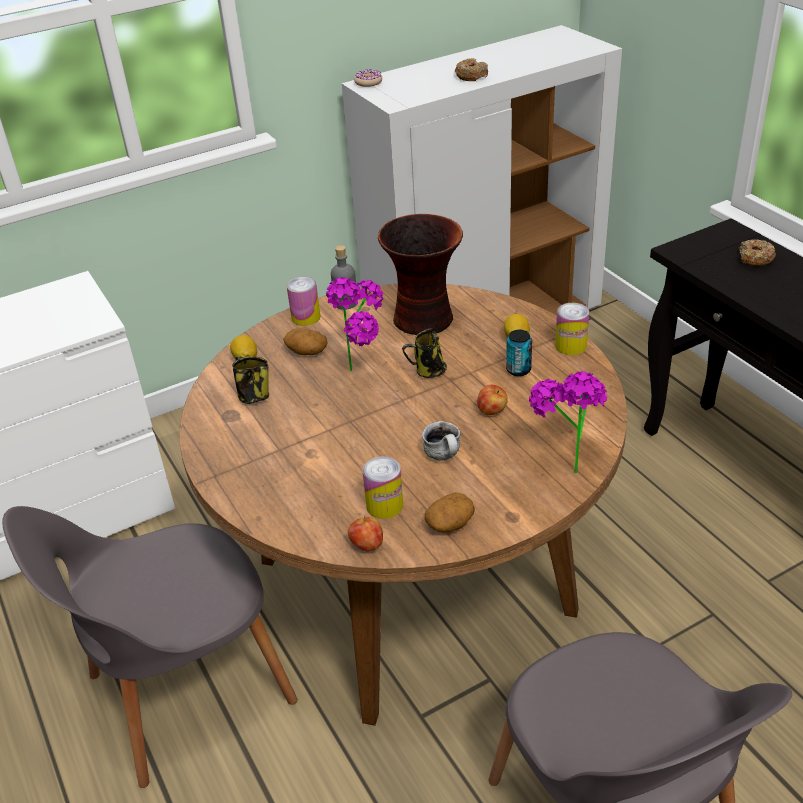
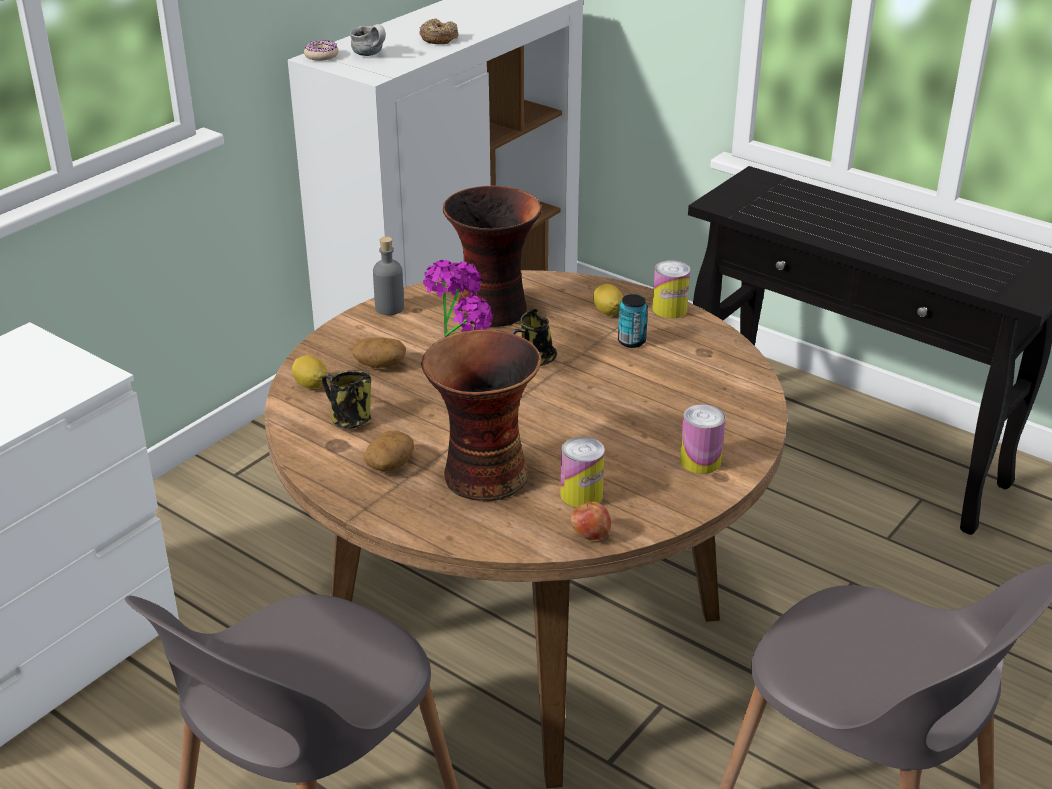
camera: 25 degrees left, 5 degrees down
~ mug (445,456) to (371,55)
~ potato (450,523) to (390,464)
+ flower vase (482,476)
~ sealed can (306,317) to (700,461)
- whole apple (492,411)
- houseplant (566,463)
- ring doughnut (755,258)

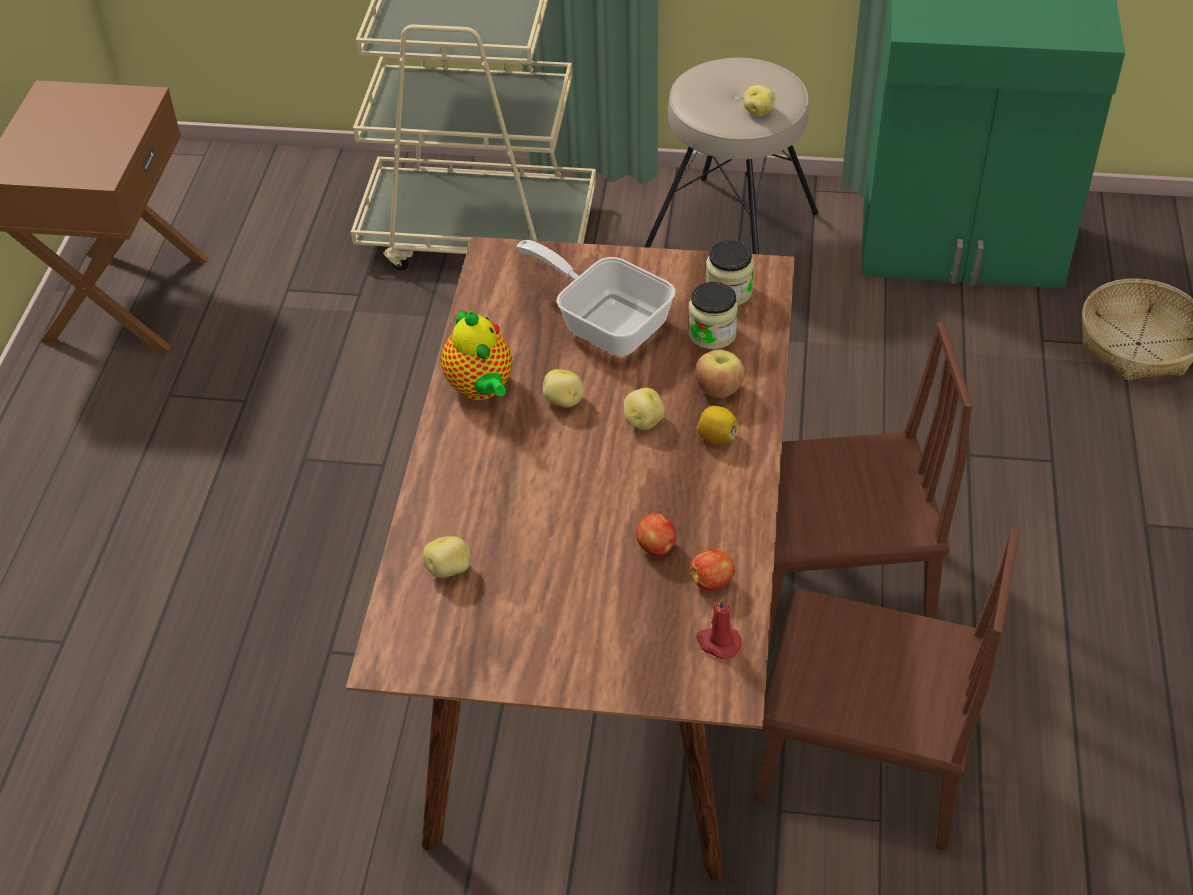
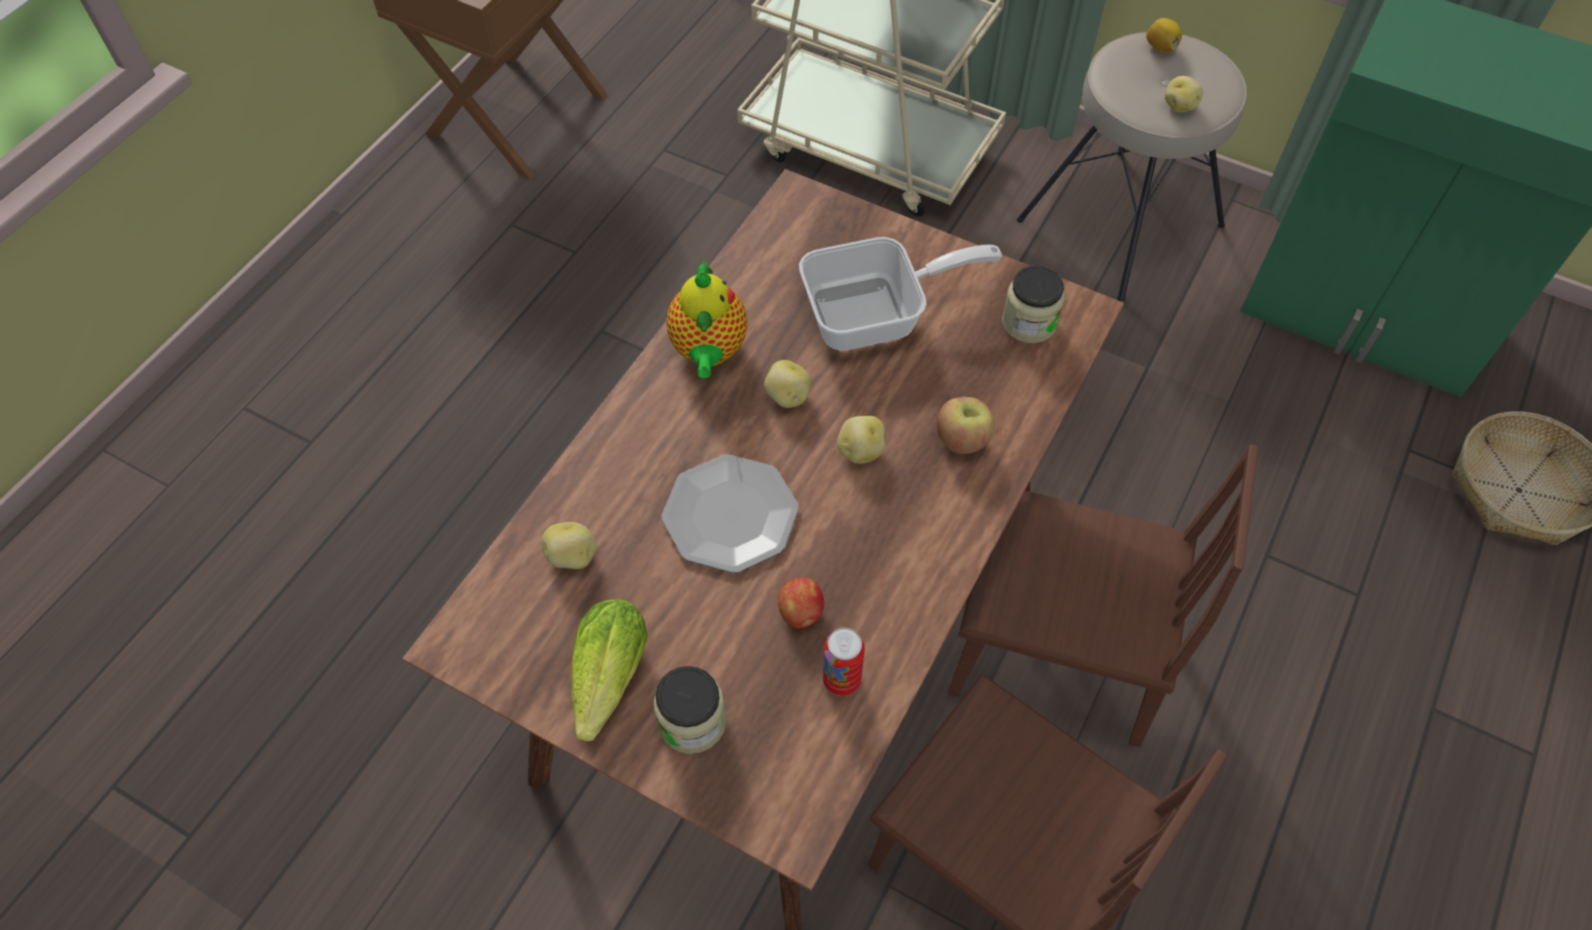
camera: 20 degrees right, 10 degrees up
+ lettuce (606,684)
~ storage jar (712,334) to (692,722)
+ flat dish (730,515)
~ frying pan (605,321) = (877,315) 105 degrees clockwise
~ whole apple (712,581) to sealed can (841,680)
~ lemon (716,437) to (1160,47)
- wax candle (reddish) (718,642)

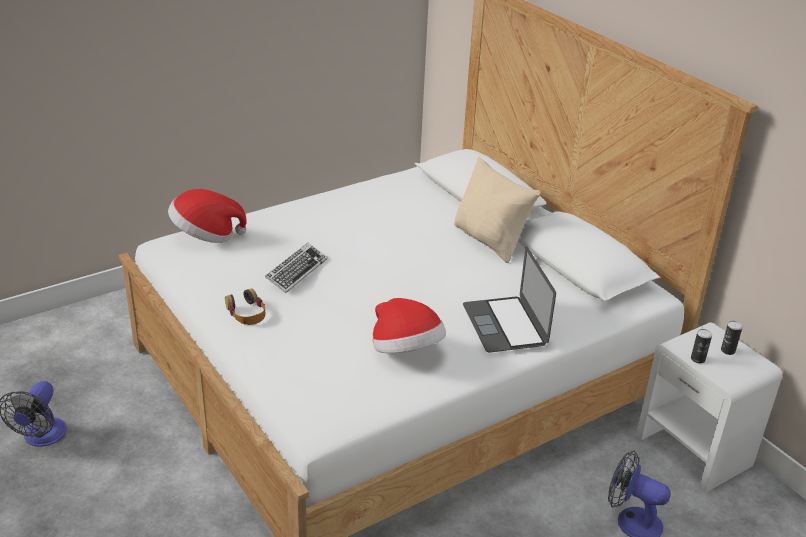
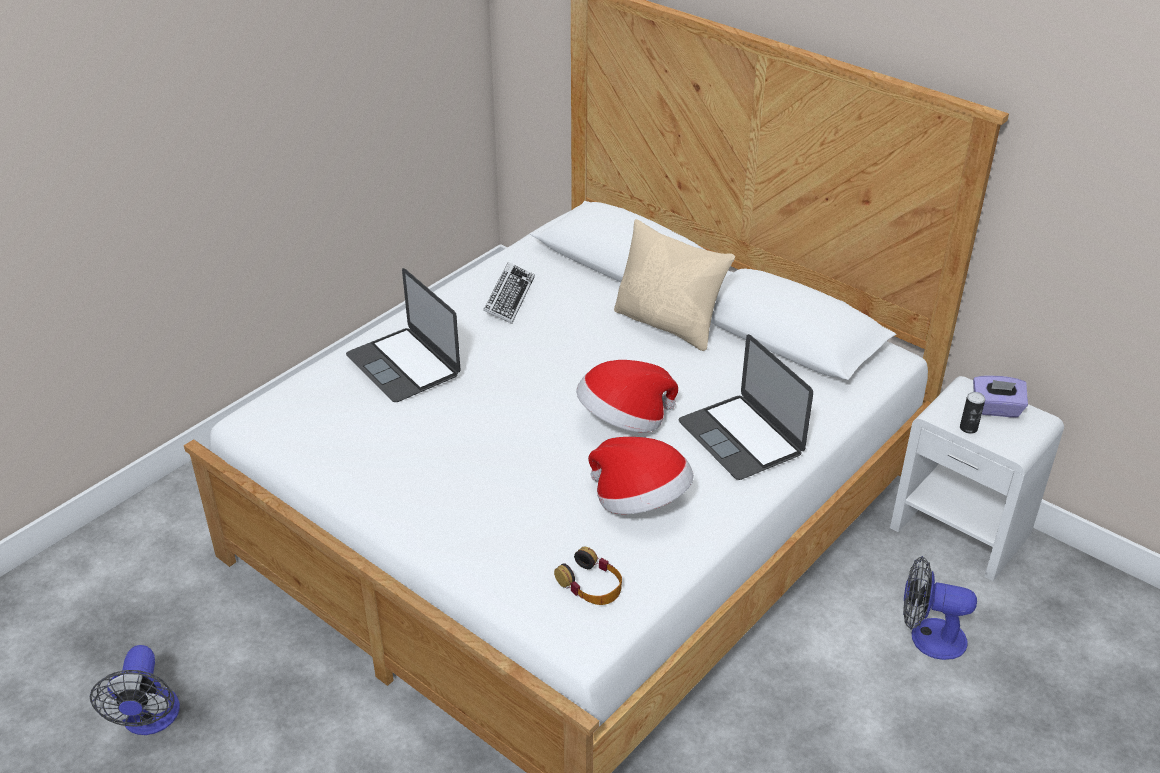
camera: 15 degrees left, 5 degrees up
+ portable computer (403,365)
~ PC keyboard (296,271) to (509,297)
~ pair of headphones (246,313) to (591,584)
~ clothing hat (206,236) to (624,421)
~ sealed can (728,350) to tissue box (purple-coloured) (996,409)

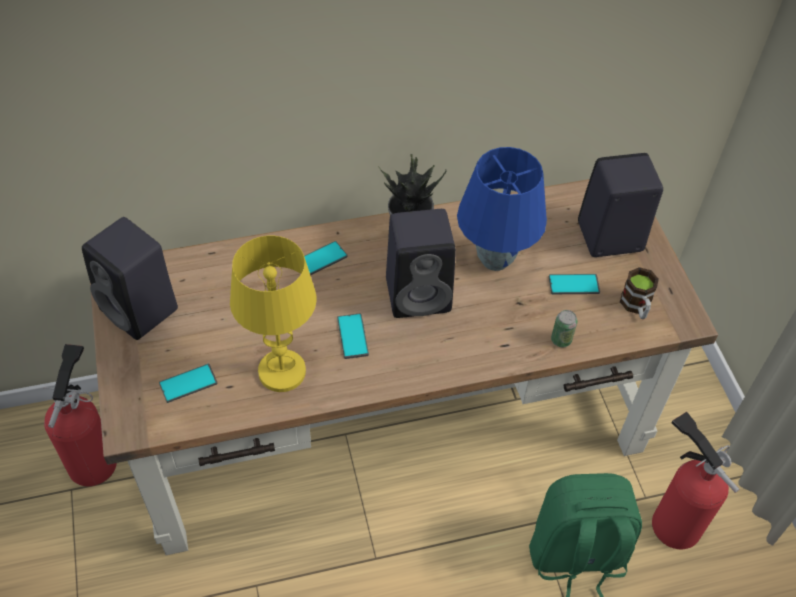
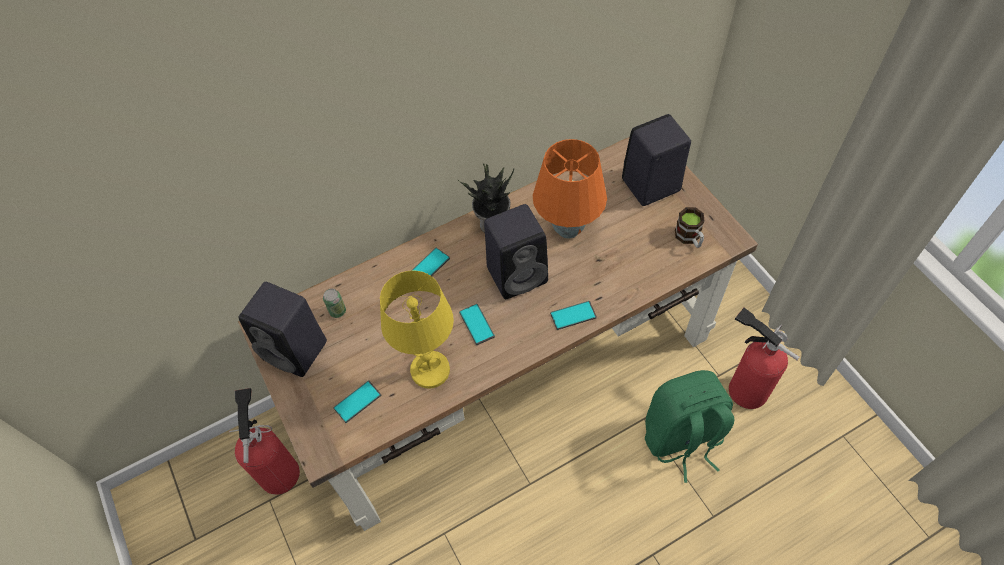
camera: 10 degrees left, 5 degrees up
~ sealed can (561,340) to (337,311)
~ lamp for a table (bluish) (494,259) to lamp for a table (orange-coloured) (567,228)
~ handset (573,284) to (573,315)

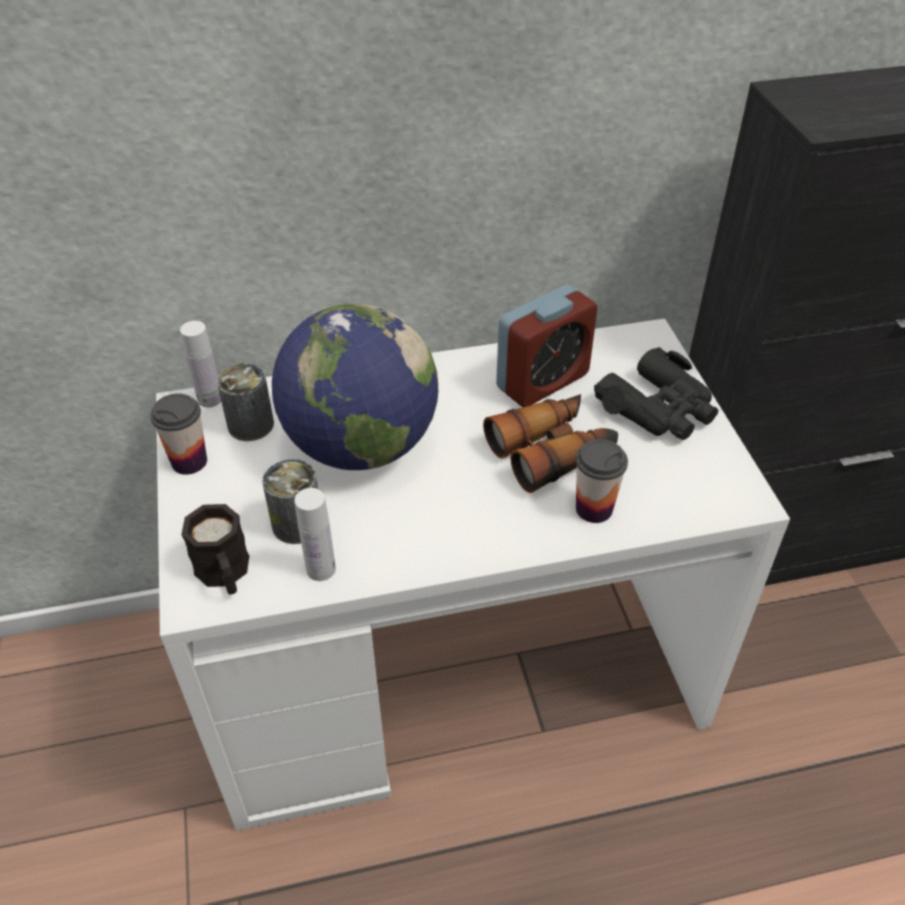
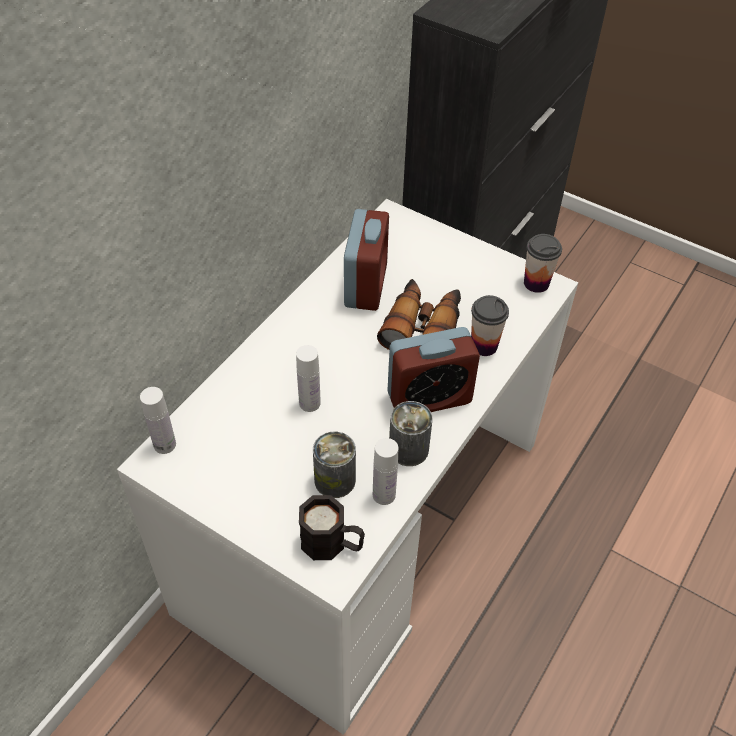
camera: 45 degrees left, 5 degrees up
~ globe (361,446) to beverage bottle (whitish) (309,403)
+ alarm clock (429,398)
~ sealed can (250,425) to (408,449)
~ cup (189,461) to (536,283)
- pair of binoculars (blackish) (659,408)

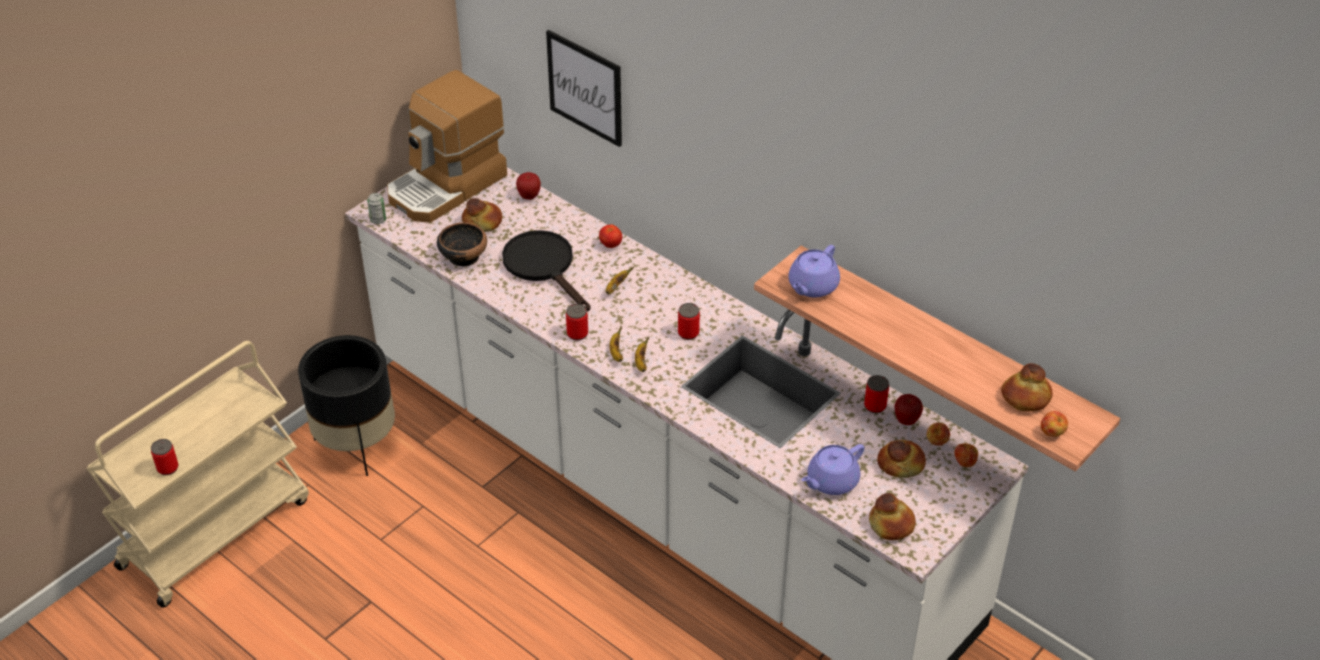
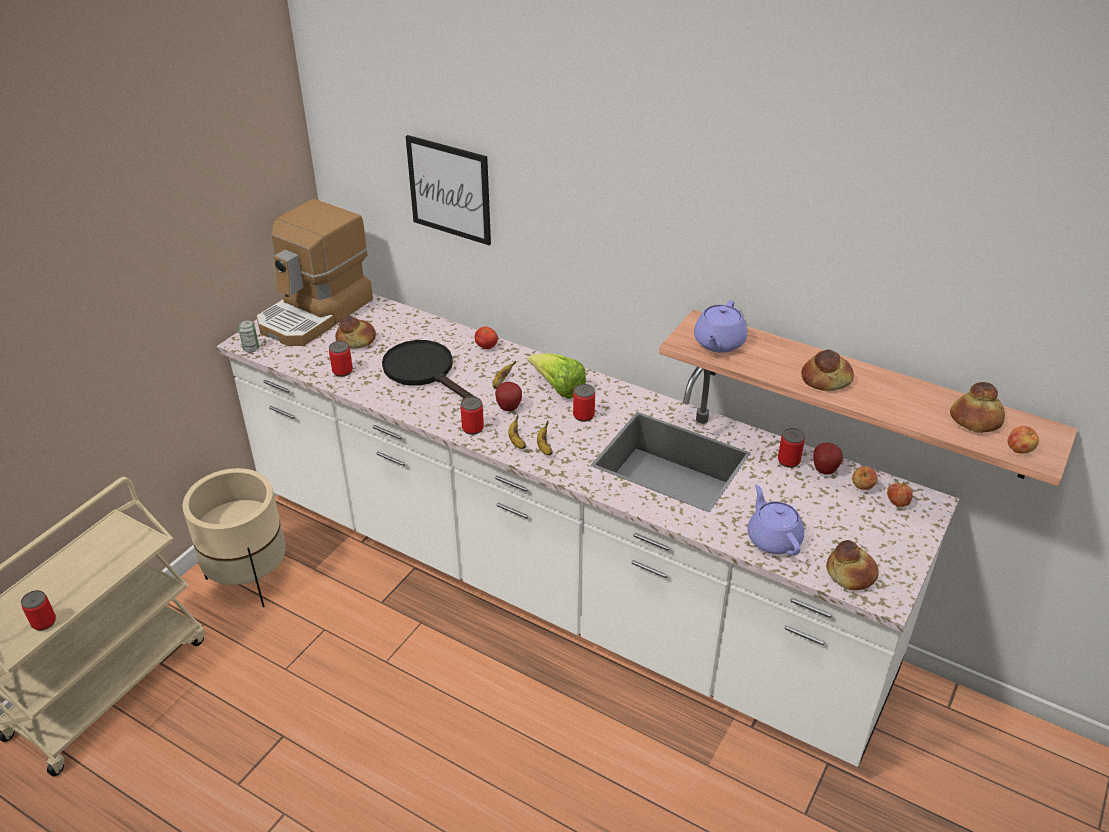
camera: 10 degrees left, 5 degrees down
~ planter (blackish) (356,444) to planter (beige) (249,578)
~ serving bowl (463,256) to sealed can (342,371)
~ whole apple (529,196) to (509,408)
+ lettuce (558,388)
~ tea pot (purple-coloured) (831,481) = (773,538) 120 degrees clockwise
~ bread (901,464) to (826,380)

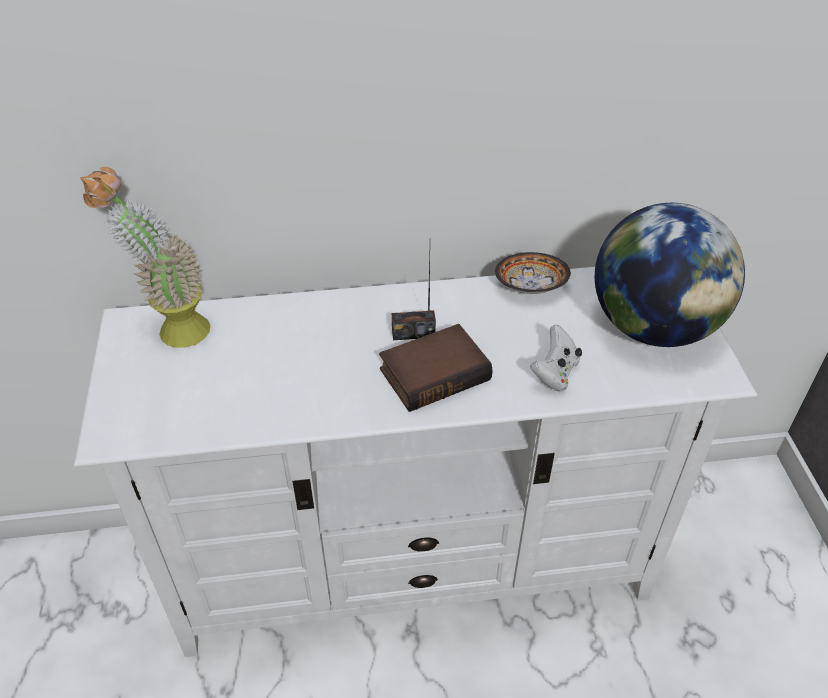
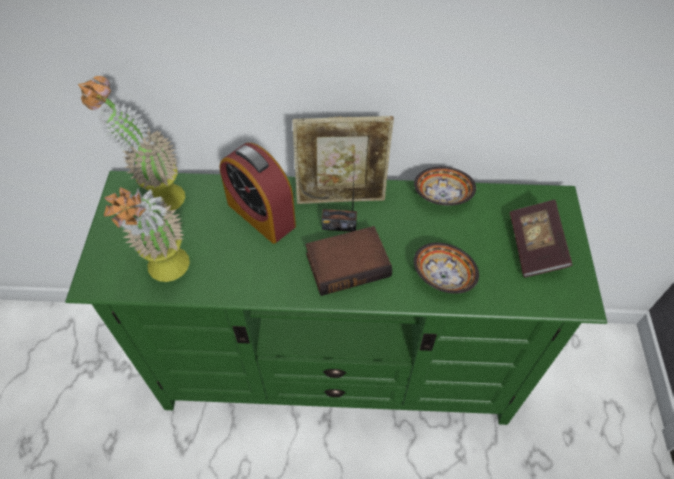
camera: 10 degrees right, 10 degrees up
~ tv stand (whitish) (415,565) to tv stand (greenish) (338,368)
+ houseplant (168,274)
+ alarm clock (261,214)
+ picture frame (341,198)
~ gamepad (whitish) (555,373) to serving bowl (443,278)
~ globe (653,327) to bound book (535,247)

